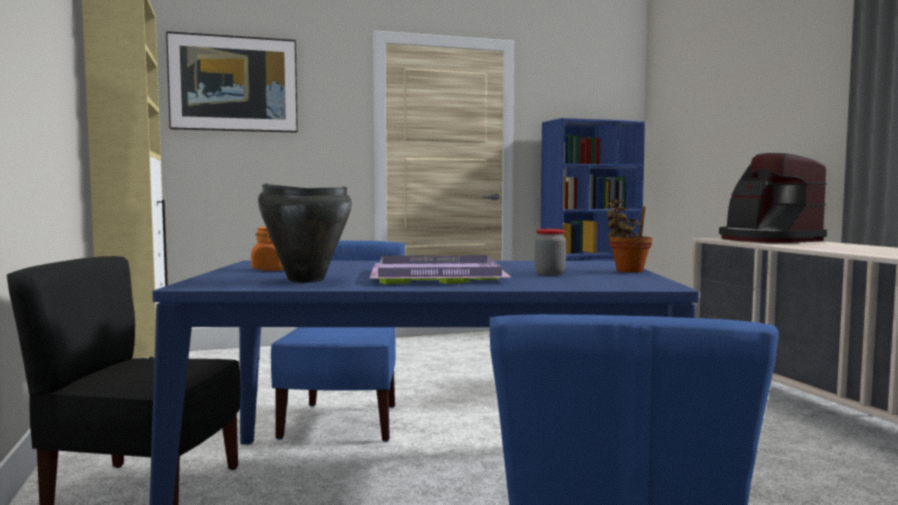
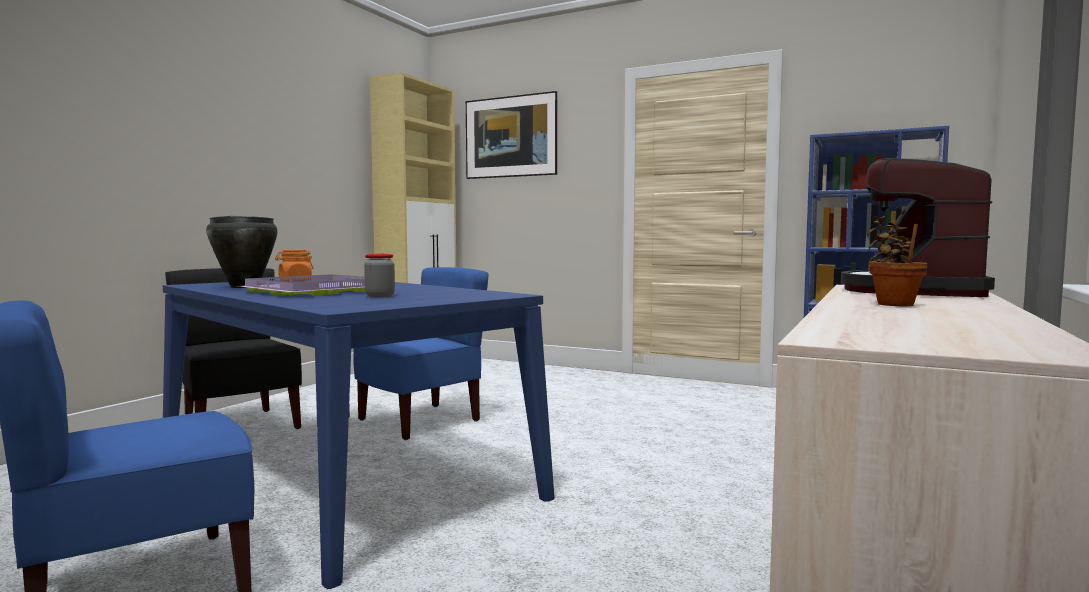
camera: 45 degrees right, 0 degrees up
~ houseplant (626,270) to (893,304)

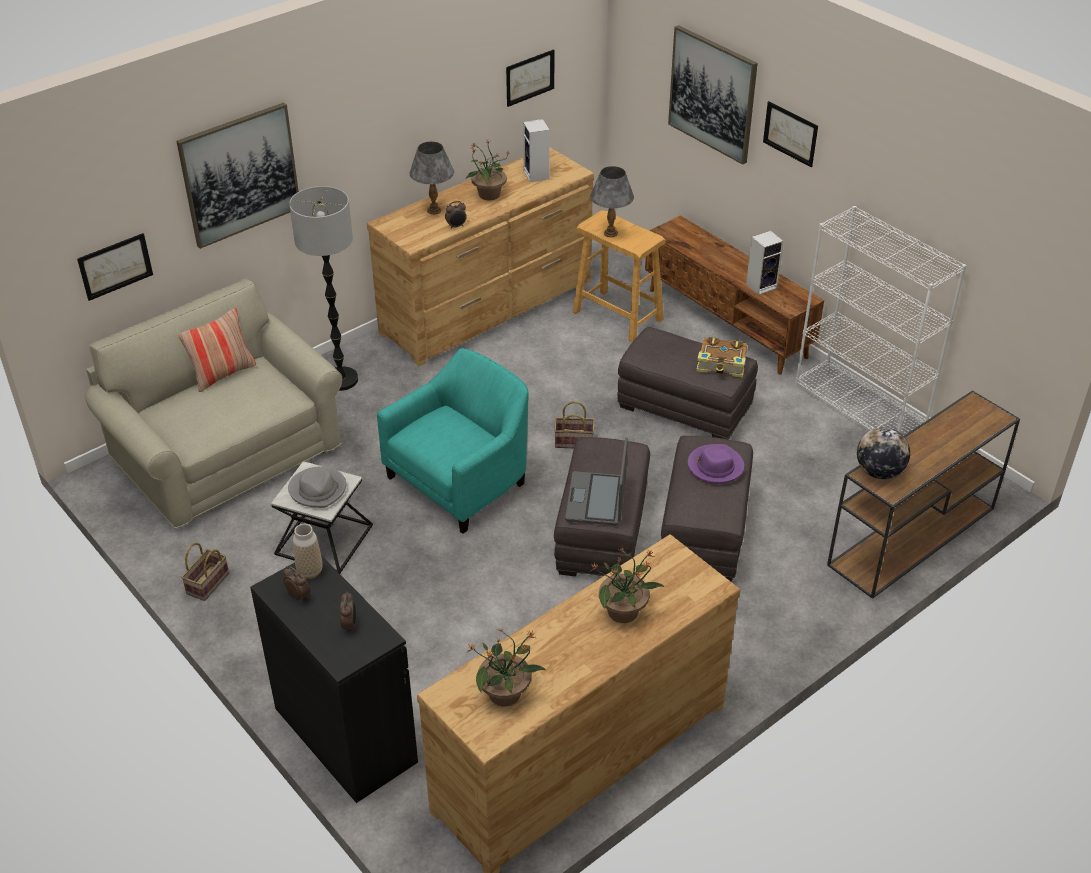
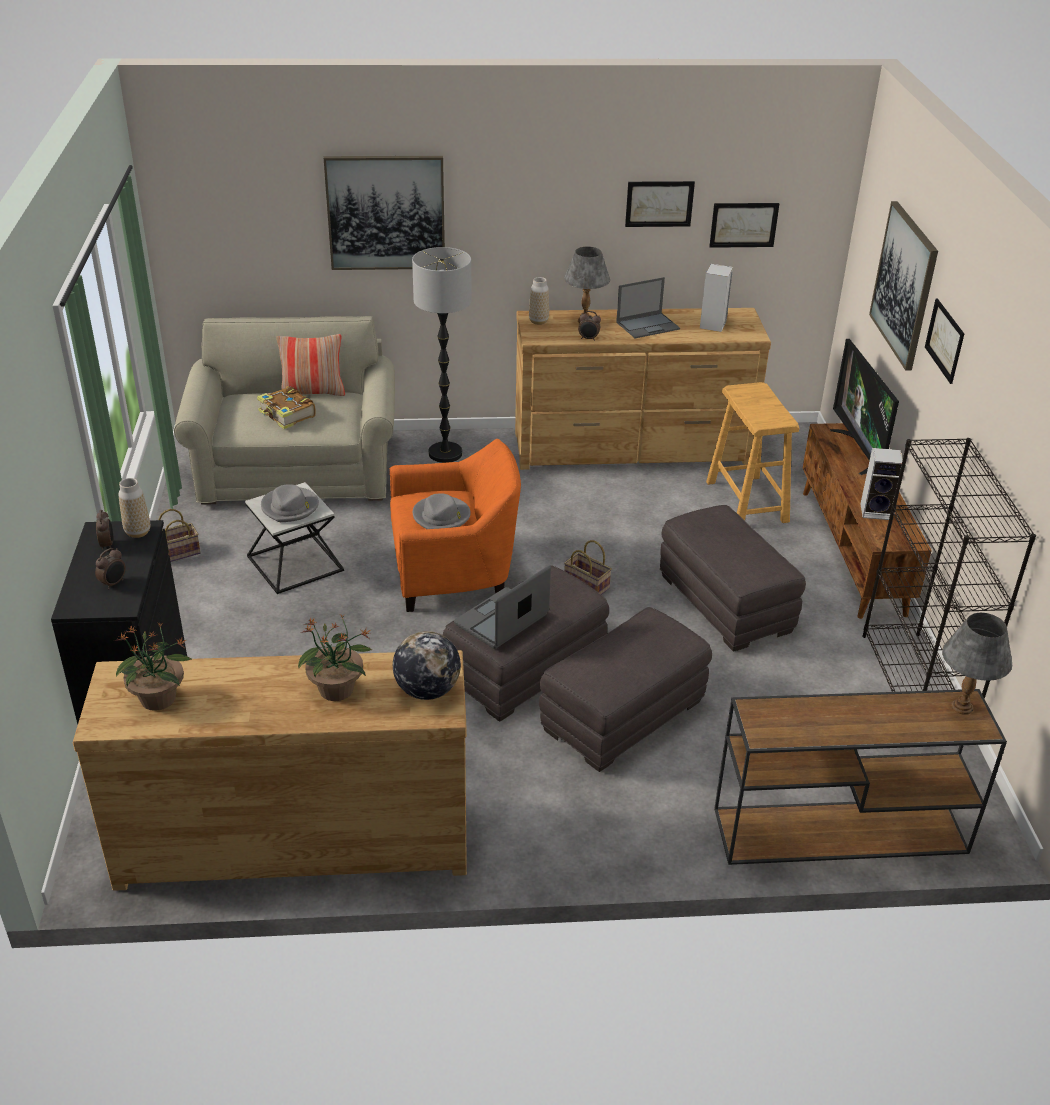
camera: 35 degrees right, 5 degrees down
~ bound book (722,364) to (287,415)
~ armchair (turquoise) (461,480) to armchair (orange-coloured) (453,571)
~ globe (879,472) to (427,690)
+ clothing hat (grey) (441,516)
+ flower vase (538,321)
~ houseplant (488,195) to portable computer (648,325)
~ picture (115,266) to (659,203)
+ television (860,451)
~ bookshelf (whitish) (860,408) to bookshelf (blackish) (915,686)
~ lamp for a table (grey) (610,233) to (962,707)
- clothing hat (purple-coloured) (715,466)

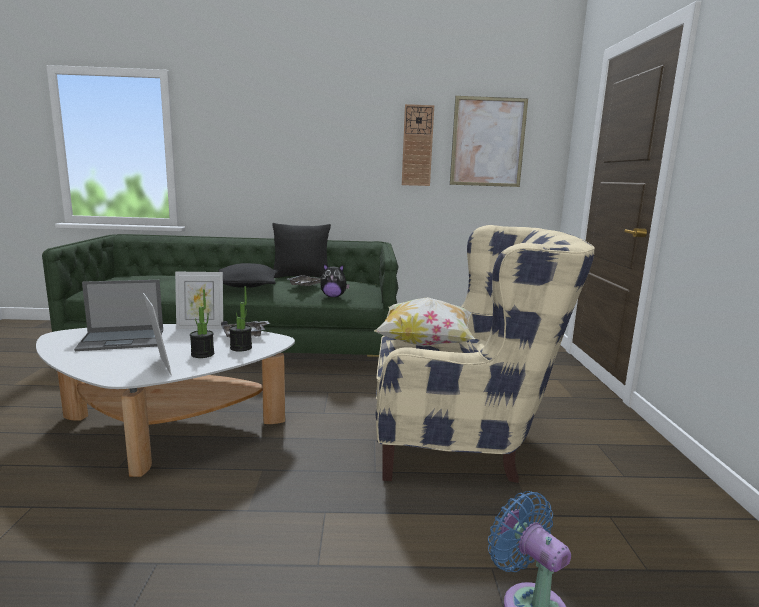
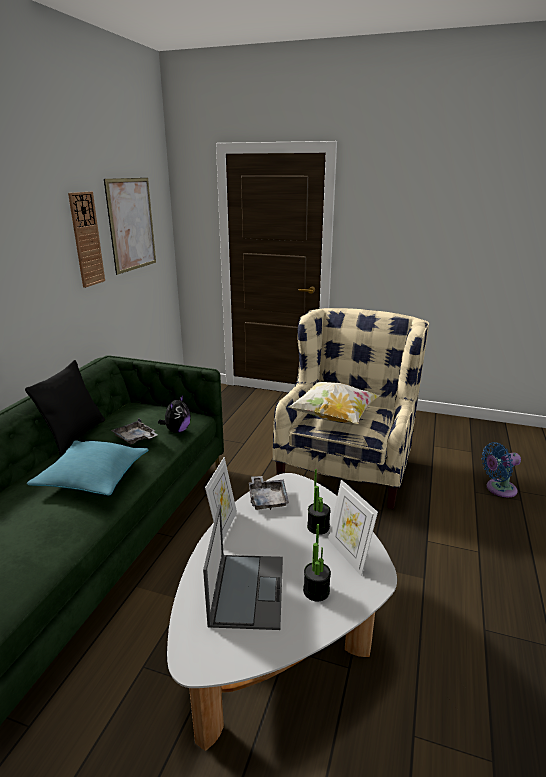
camera: 70 degrees left, 10 degrees up
~ throw pillow (blackish) (246,285) to throw pillow (turquoise) (93,477)
~ houseplant (241,348) to (316,591)
~ picture frame (159,366) = (348,554) 105 degrees counterclockwise

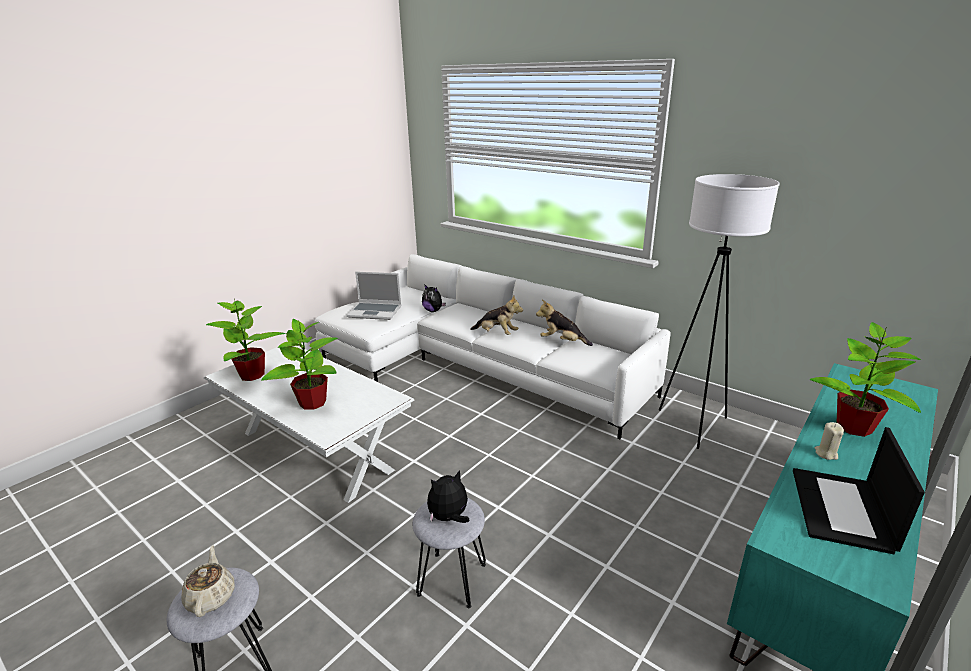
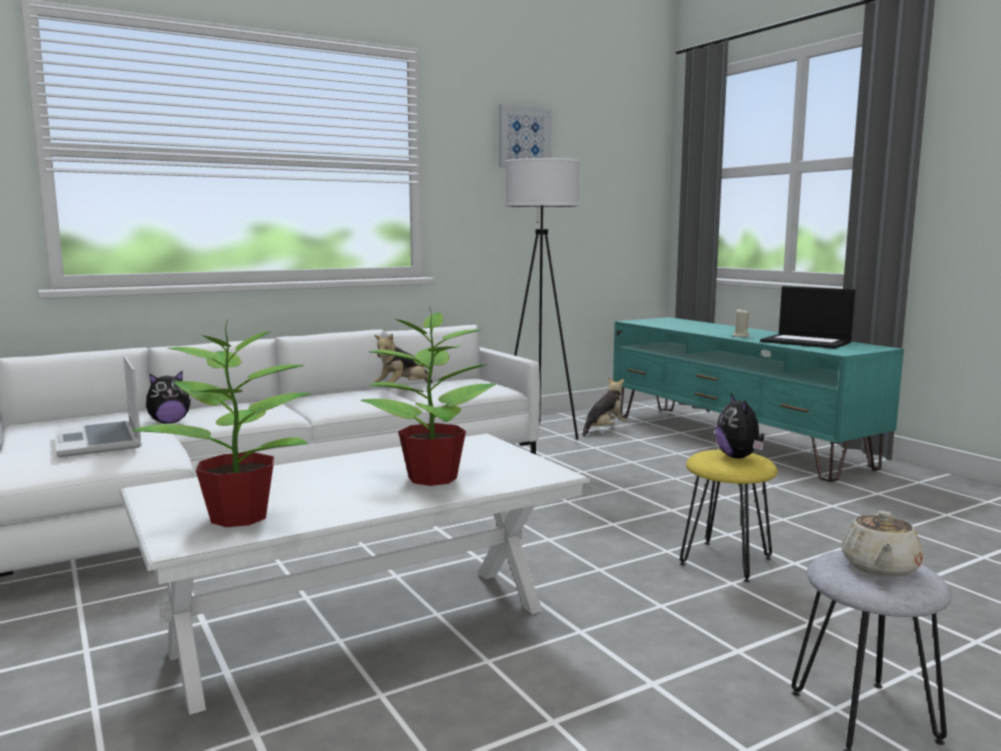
camera: 70 degrees left, 15 degrees down
~ portable computer (375,312) = (100,441) 120 degrees clockwise
+ picture (524,138)
~ soft toy (497,334) to (604,430)
~ stool (grey) (451,579) to stool (yellow) (726,561)
~ tea pot (beige) (211,596) = (879,568) 75 degrees counterclockwise
- houseplant (853,427)

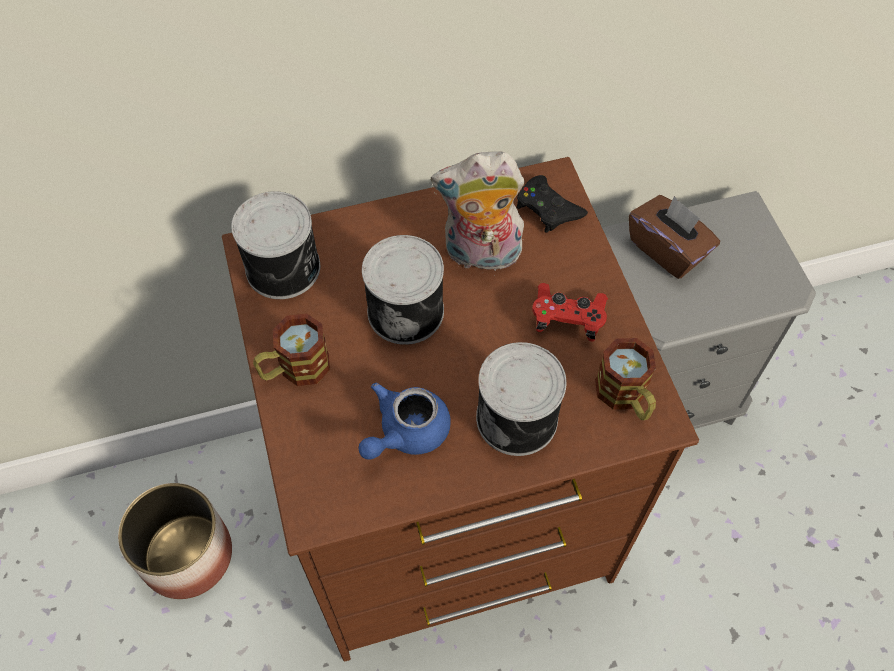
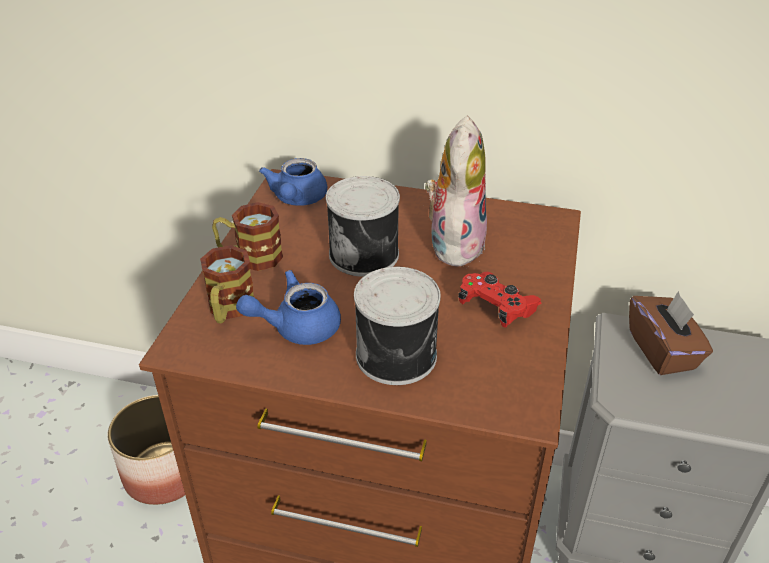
camera: 30 degrees right, 20 degrees down
~ mug (625,397) to (229,310)
~ sealed can (285,268) to tea pot (bluish) (297,199)
~ soft toy (480,255) = (454,243) 75 degrees clockwise
- gamepad (blackish) (548,208)

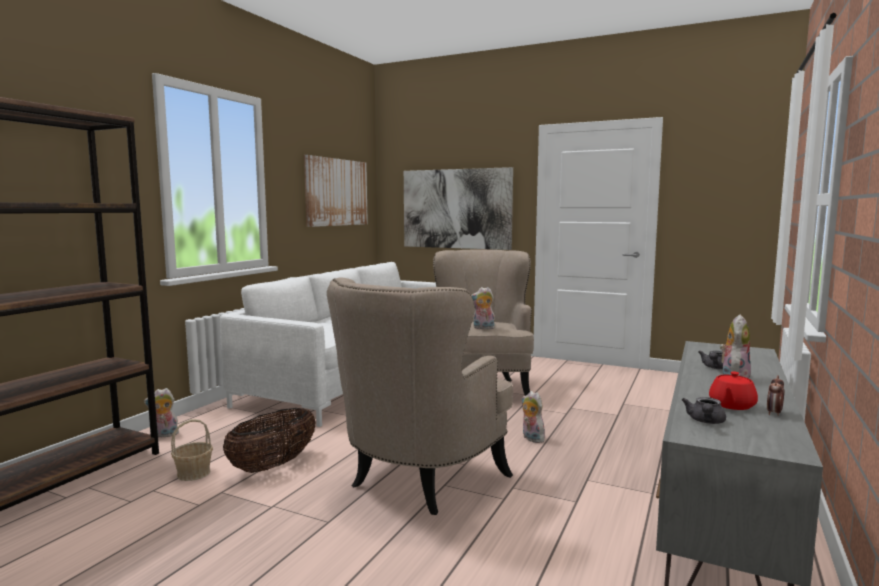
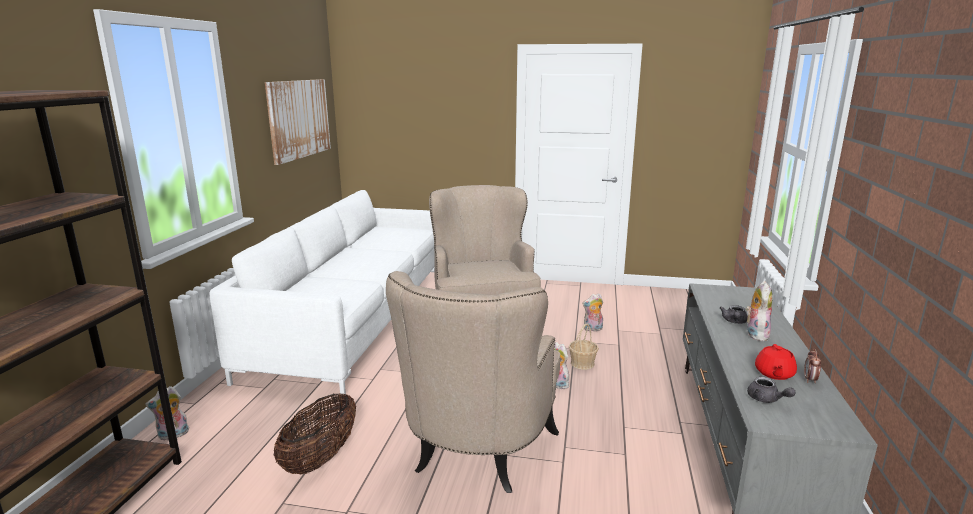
camera: 15 degrees left, 10 degrees up
~ basket (194,473) to (582,363)
~ soft toy (483,328) to (592,329)
~ tea pot (grey) (705,421) = (766,399) 45 degrees counterclockwise
- picture (456,209)

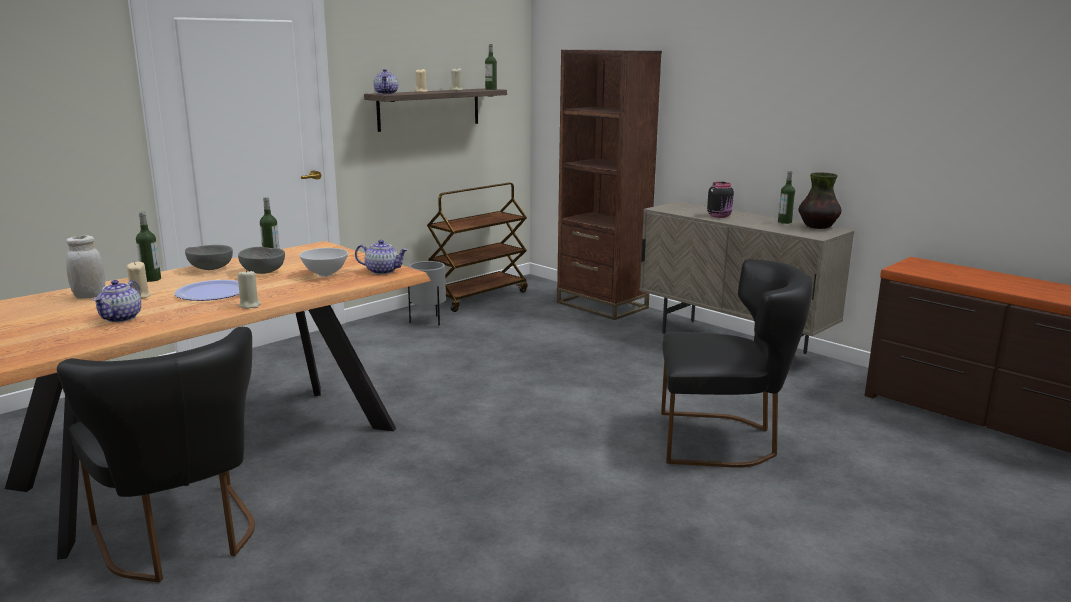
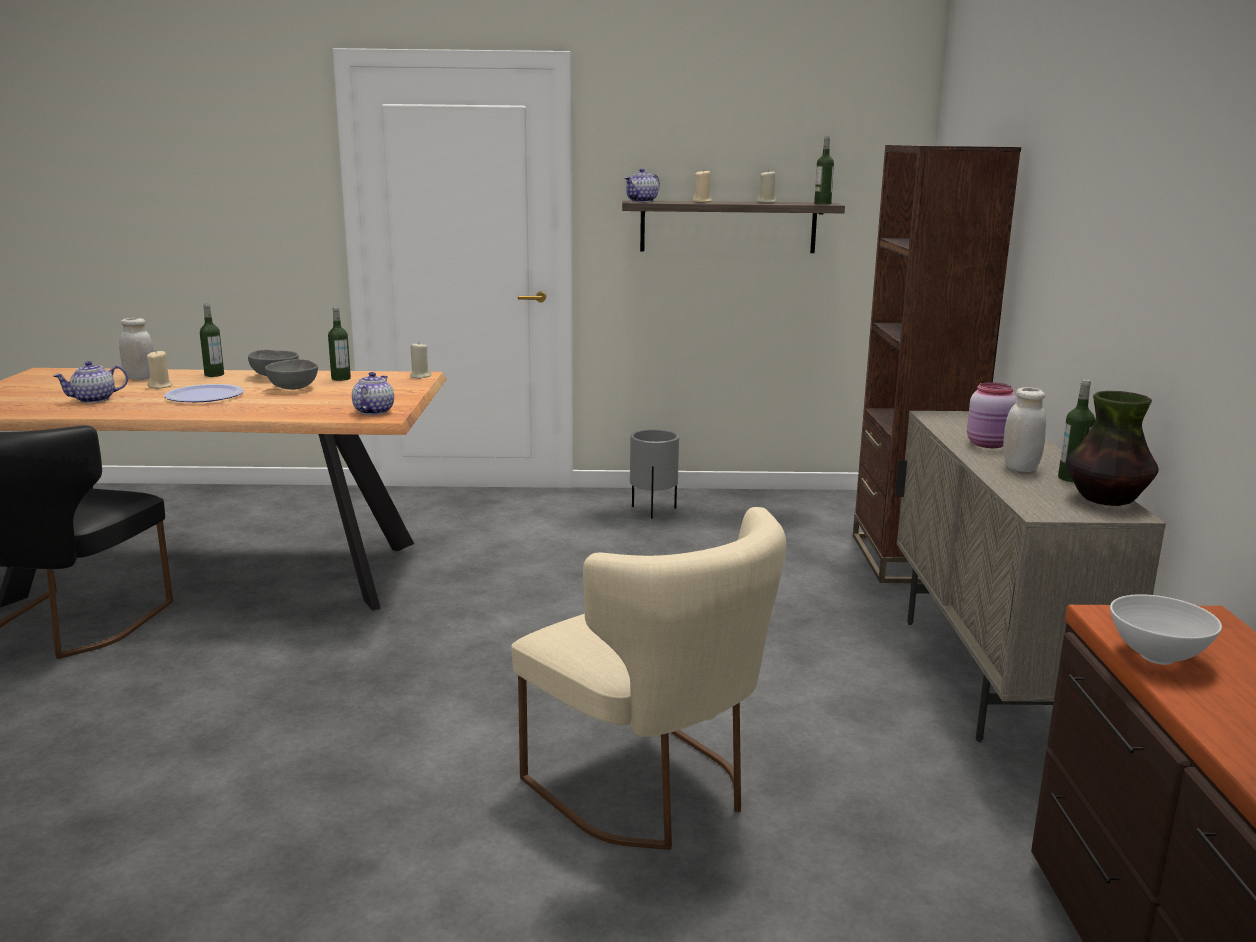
camera: 45 degrees right, 0 degrees up
~ tea pot (382,271) = (373,411) 135 degrees counterclockwise
~ wax candle (beige) (250,305) to (420,376)
~ upright chair (blackish) (723,440) to upright chair (beige) (652,791)
~ storage jar (blackish) (720,216) to storage jar (pinkish) (989,444)
+ storage jar (whitish) (1020,468)
~ serving bowl (whitish) (325,274) to (1156,657)
- wheeled cart (brown) (478,297)

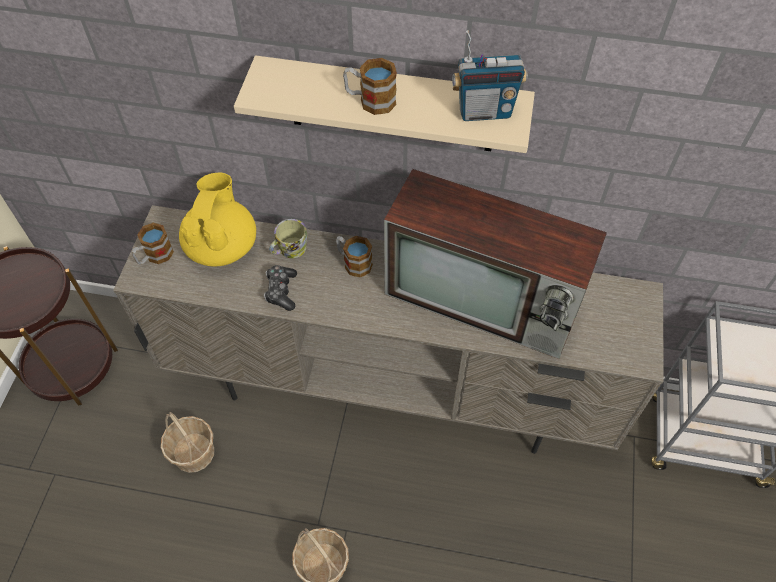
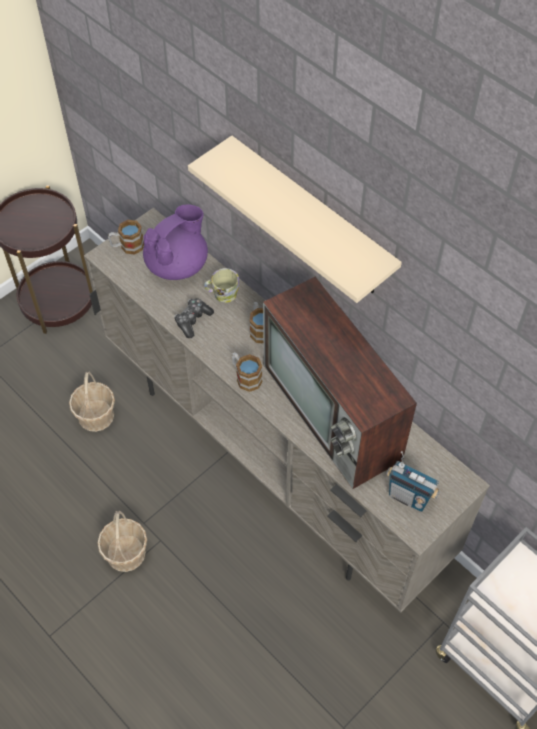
camera: 35 degrees right, 0 degrees up
~ tea pot (yellow) (222,246) to tea pot (purple-coloured) (178,264)
~ mug (370,100) to (245,377)
~ radio (484,111) to (409,497)

